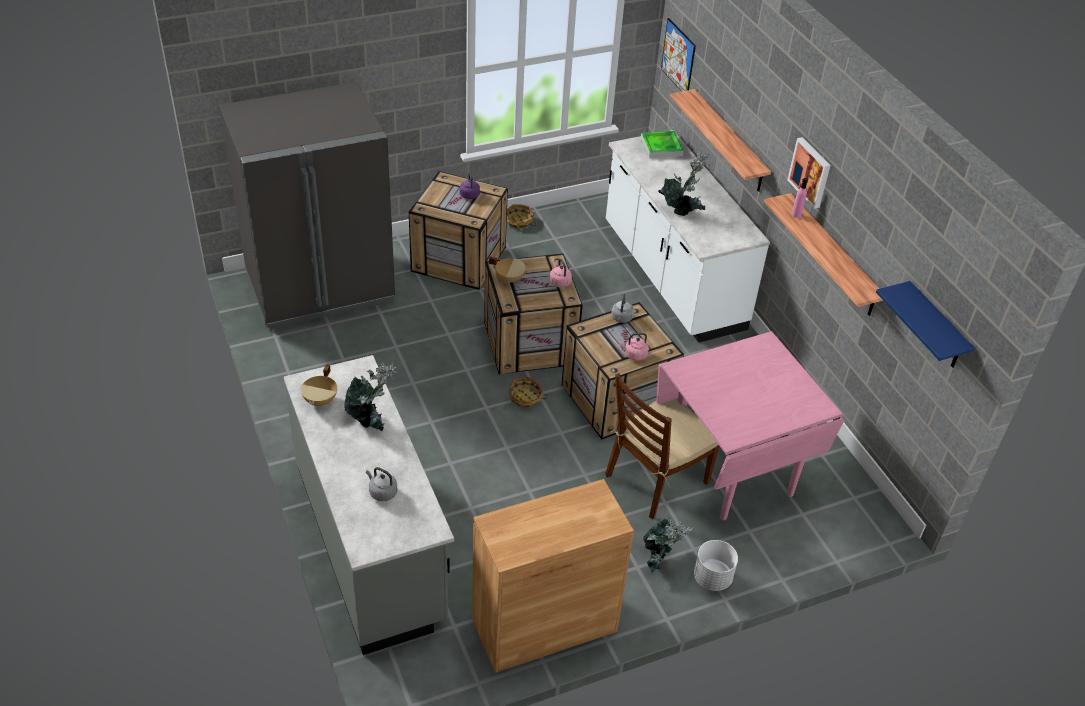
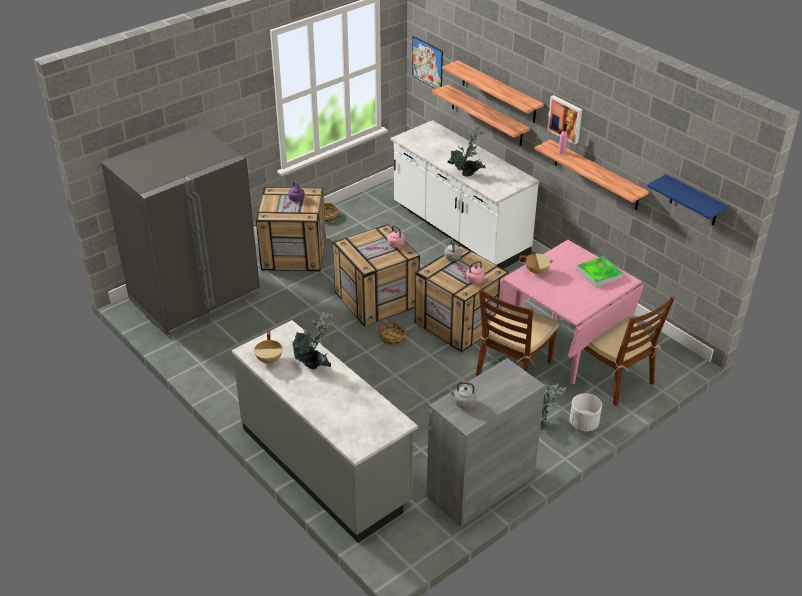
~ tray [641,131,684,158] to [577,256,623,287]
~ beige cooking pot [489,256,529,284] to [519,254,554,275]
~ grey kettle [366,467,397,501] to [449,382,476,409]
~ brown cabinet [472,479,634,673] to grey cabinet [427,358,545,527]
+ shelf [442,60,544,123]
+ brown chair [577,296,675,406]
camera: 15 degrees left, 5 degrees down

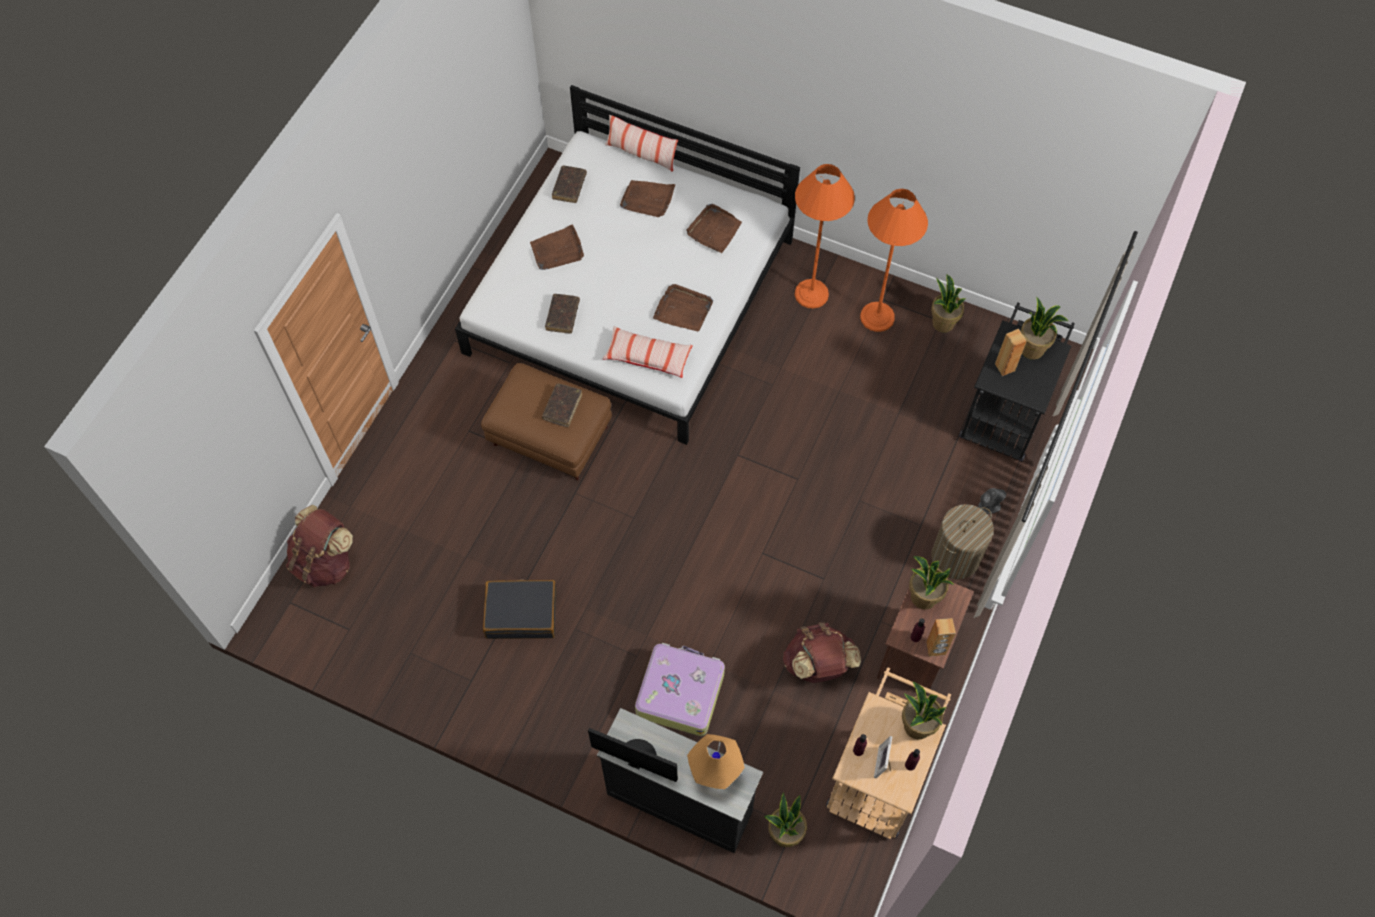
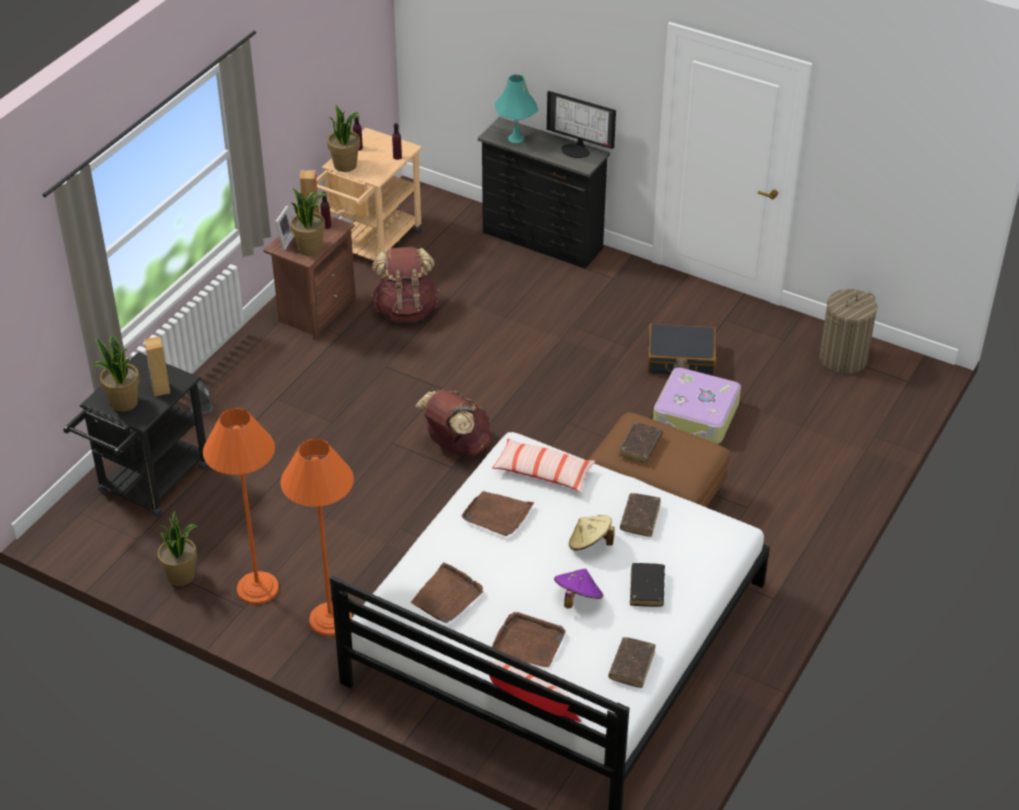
~ brown tray [530,224,584,270] to black book [630,563,665,607]
~ laundry basket [931,504,994,579] to [819,289,877,374]
~ brown backpack [286,505,353,588] to [415,390,491,456]
~ suitcase [635,643,725,736] to [653,367,741,444]
~ orange table lamp [687,734,745,789] to turquoise table lamp [495,74,538,143]
~ picture frame [874,736,893,778] to [275,206,294,250]
- potted plant [764,792,807,847]
+ beige hat [569,515,615,550]
+ purple hat [554,569,603,608]
camera: 175 degrees left, 20 degrees down

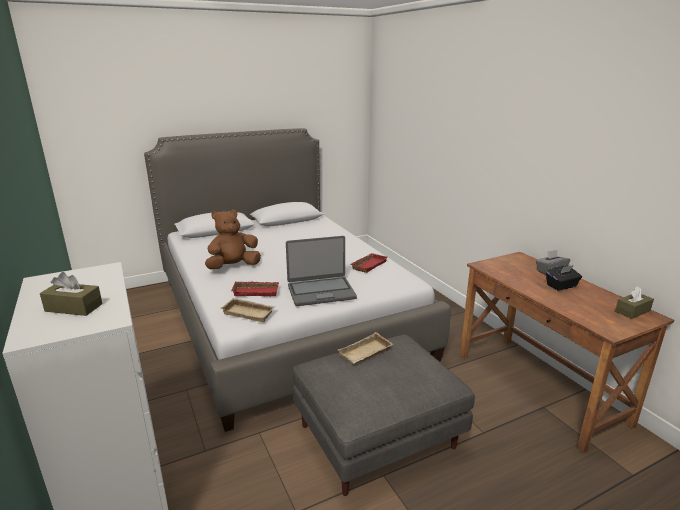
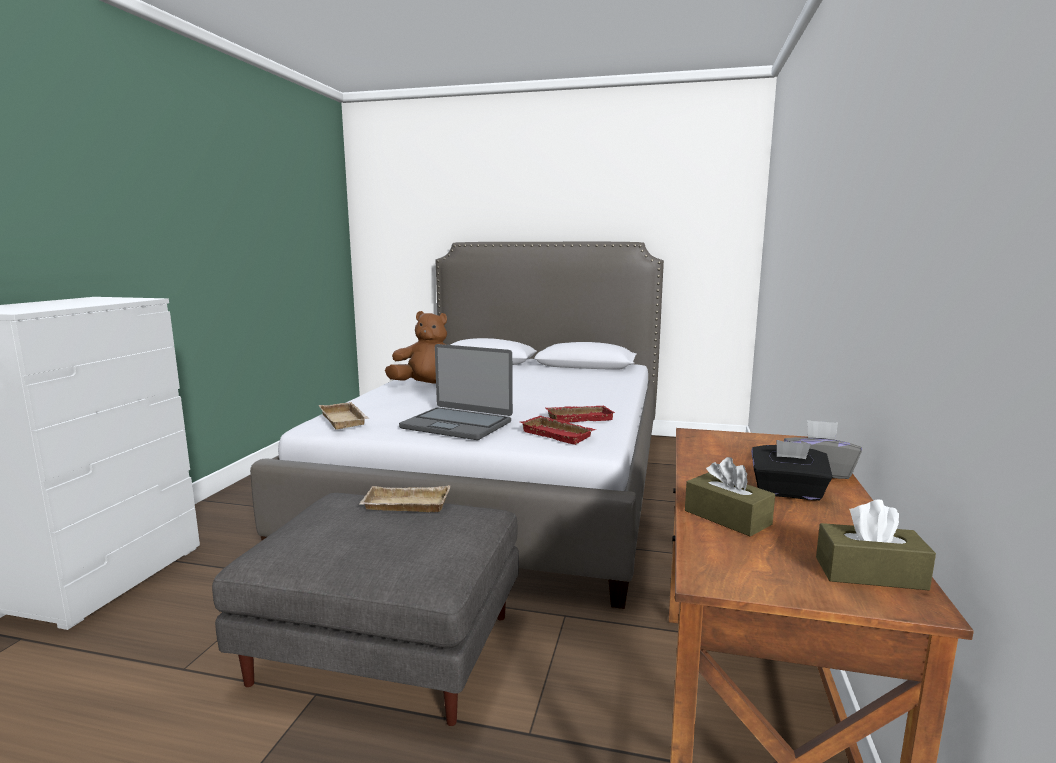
~ brown tissue box [40,272,103,316] to [685,457,775,537]
~ red tray [231,282,279,296] to [521,416,596,445]
camera: 40 degrees right, 10 degrees down

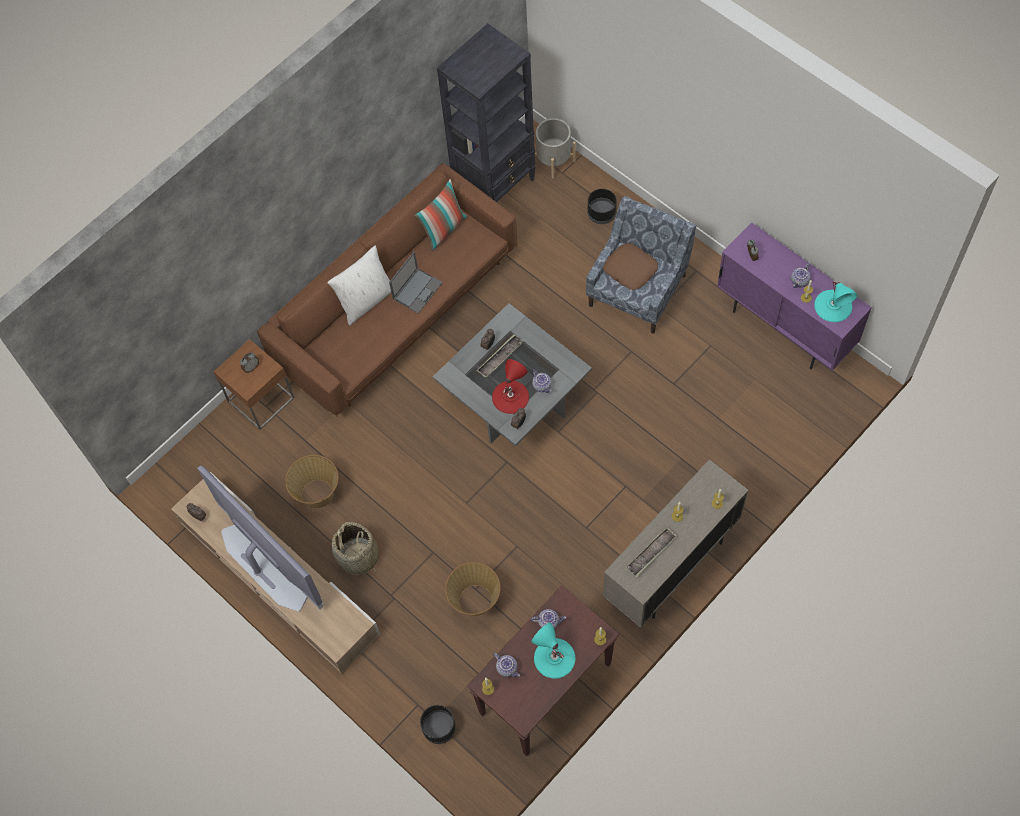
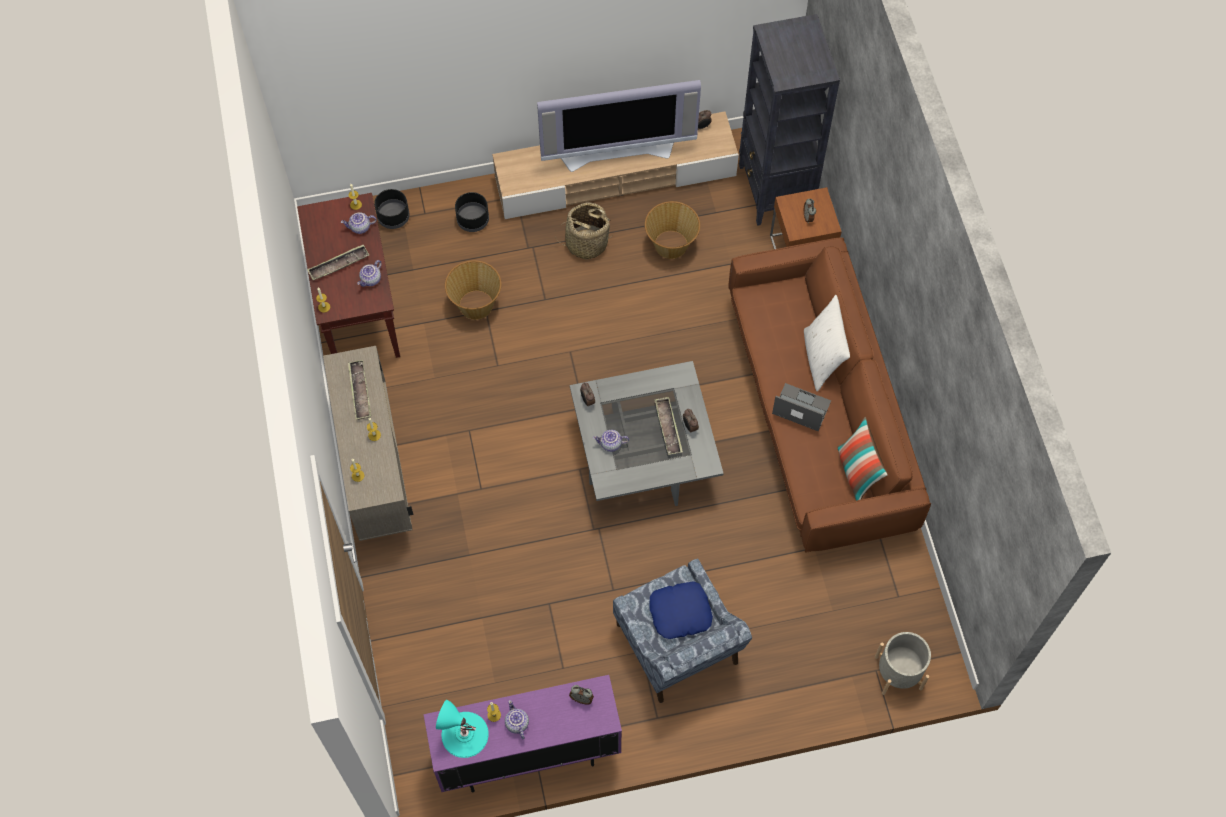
~ black bookcase [437,23,536,202] to [739,14,840,226]
~ black planter [588,189,617,224] to [455,192,489,232]
~ brown pillow [603,243,658,290] to blue pillow [650,581,713,639]
~ laptop [389,252,443,314] = [772,383,831,431] 135 degrees clockwise
- red table lamp [492,359,529,414]
~ turquoise table lamp [532,623,575,678] to tray [307,244,369,280]
camera: 120 degrees right, 0 degrees up

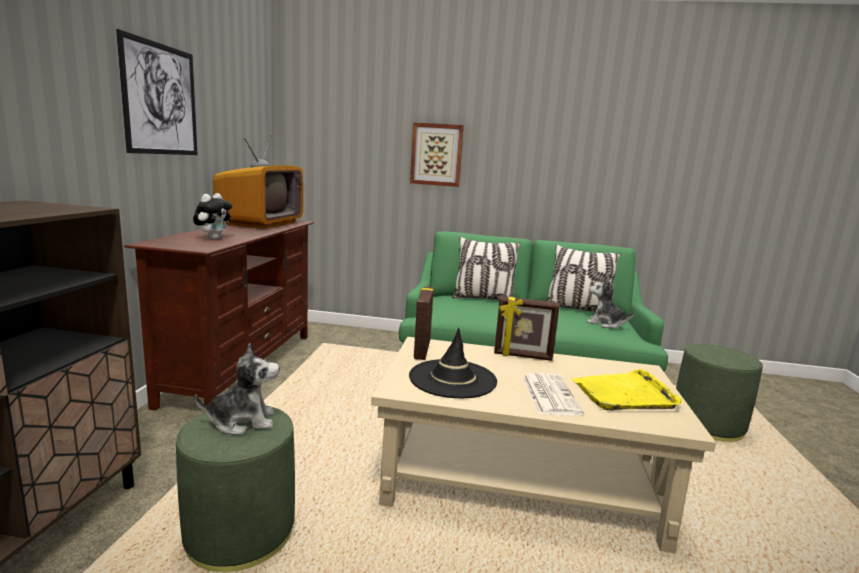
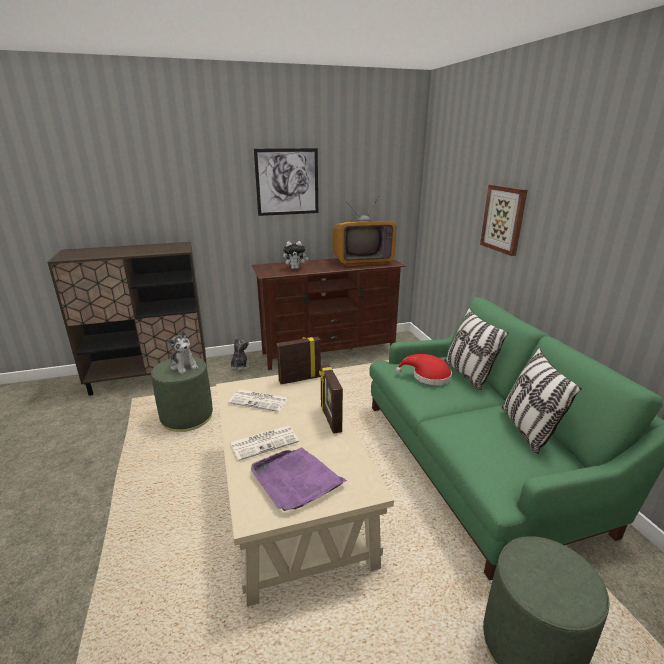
~ plush toy [587,278,635,329] to [230,337,250,371]
~ black hat [409,328,497,398] to newspaper [228,389,289,412]
~ yellow tray [572,369,683,410] to purple tray [251,447,347,511]
+ red hat [396,354,452,385]
camera: 65 degrees right, 10 degrees up

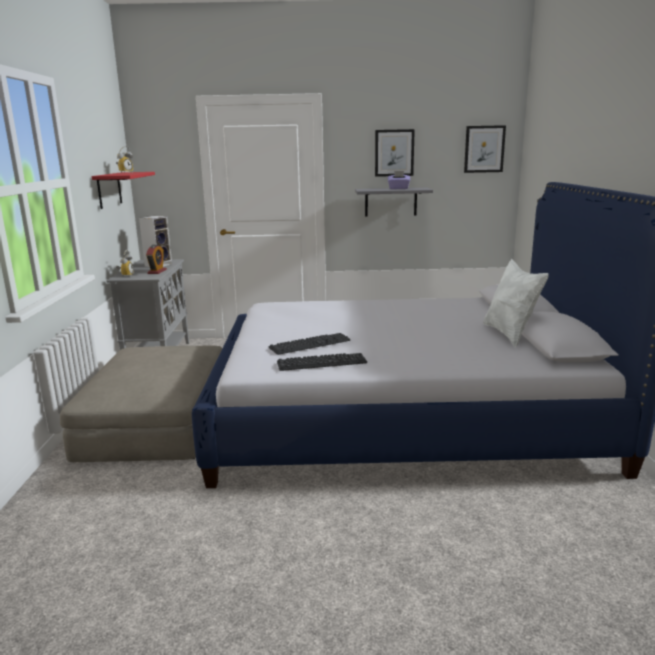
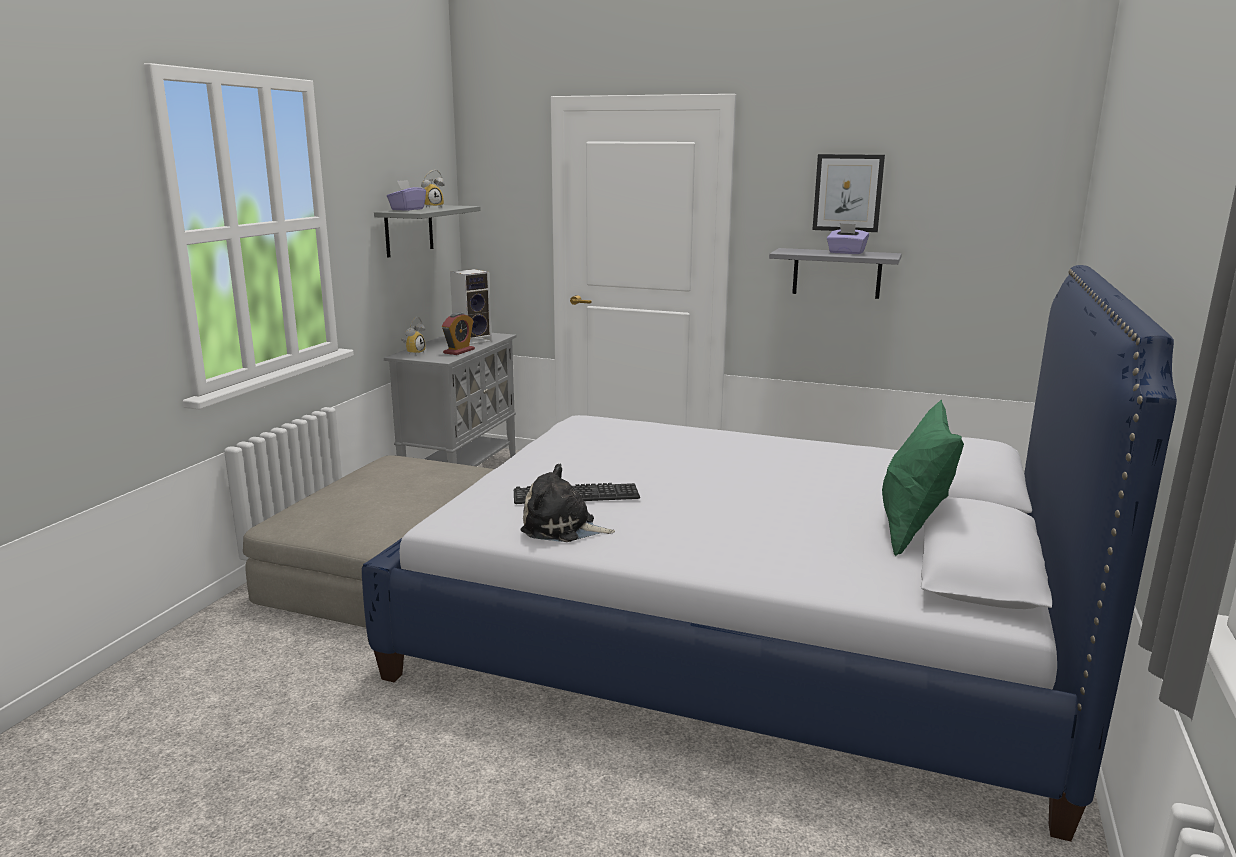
- picture [464,125,506,173]
~ red shelf [92,172,155,209] to grey shelf [374,205,481,257]
~ white pillow [483,259,549,347] to green pillow [882,399,964,556]
~ keyboard [277,353,367,371] to plush toy [521,464,615,542]
+ purple tissue box [387,180,426,211]
camera: 20 degrees right, 0 degrees up

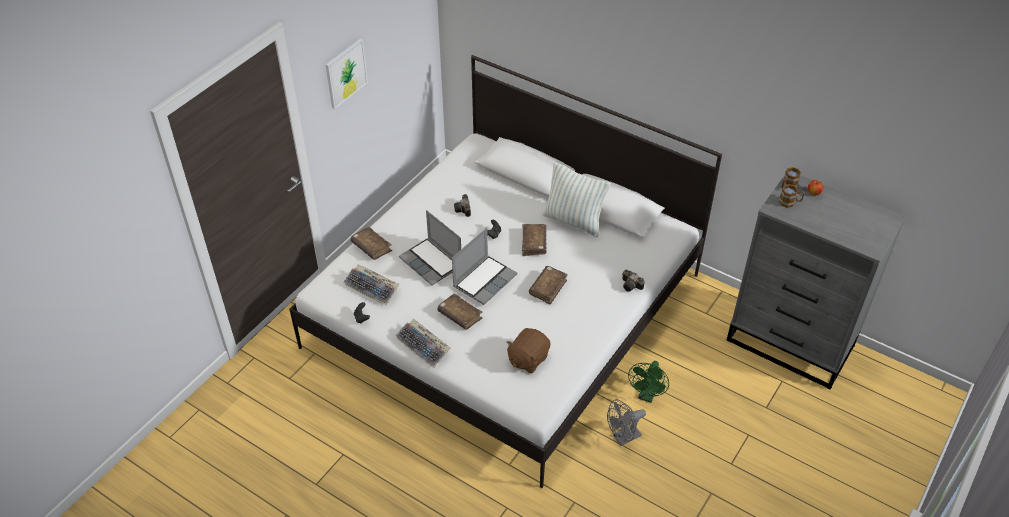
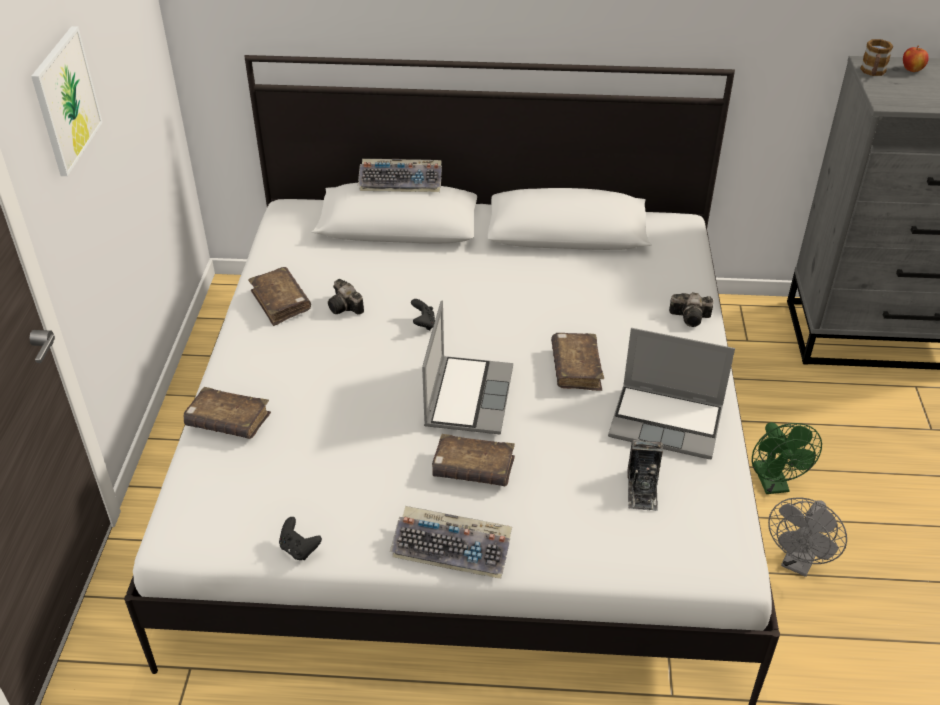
- pillow [542,162,610,237]
- mug [779,184,805,208]
~ laptop [399,210,461,285] to [608,328,735,459]
~ brown book [522,224,547,256] to [248,267,311,326]
~ keyboard [344,264,399,305] to [358,159,442,192]
~ brown plush toy [506,328,550,373] to photo camera [627,440,663,511]
camera: 30 degrees left, 5 degrees down

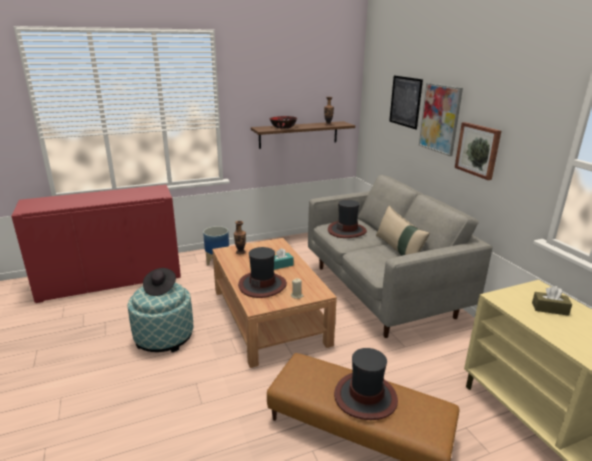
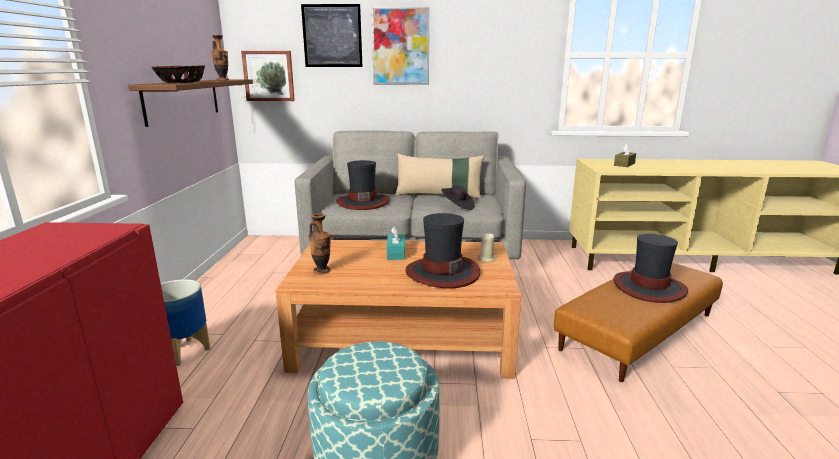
~ picture [455,122,501,180] to [241,51,295,101]
~ black hat [143,268,176,296] to [442,185,475,210]
camera: 65 degrees left, 5 degrees down

